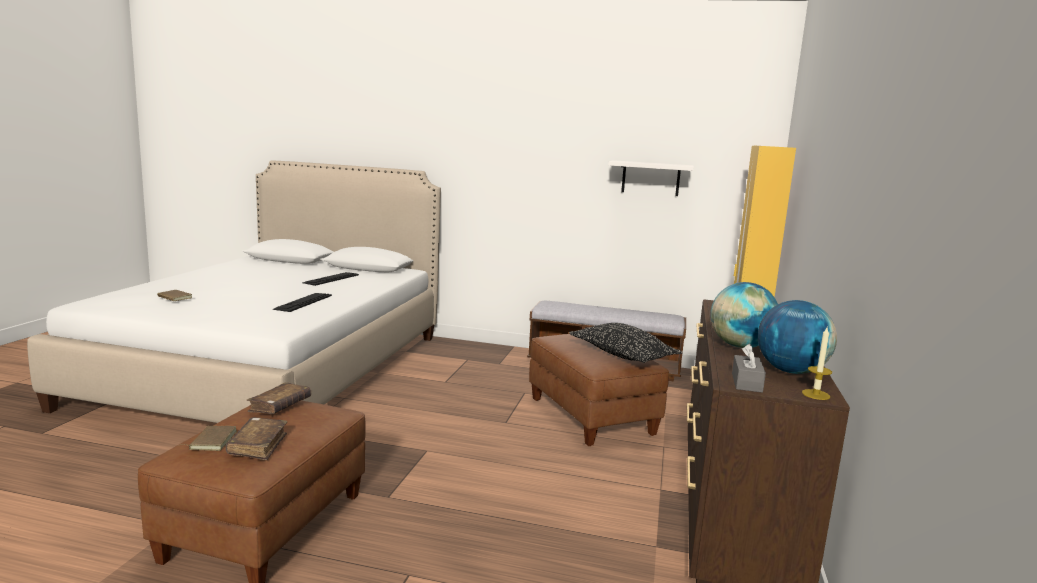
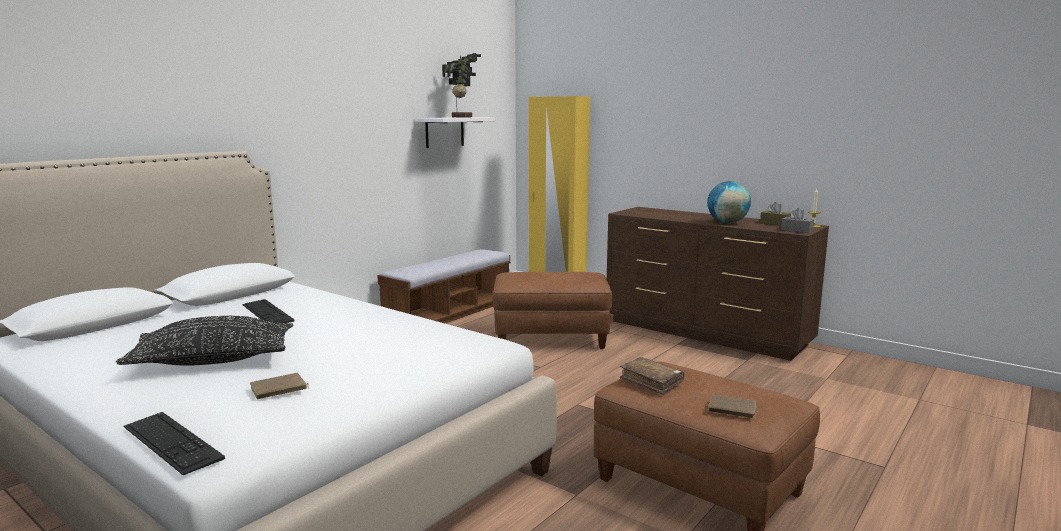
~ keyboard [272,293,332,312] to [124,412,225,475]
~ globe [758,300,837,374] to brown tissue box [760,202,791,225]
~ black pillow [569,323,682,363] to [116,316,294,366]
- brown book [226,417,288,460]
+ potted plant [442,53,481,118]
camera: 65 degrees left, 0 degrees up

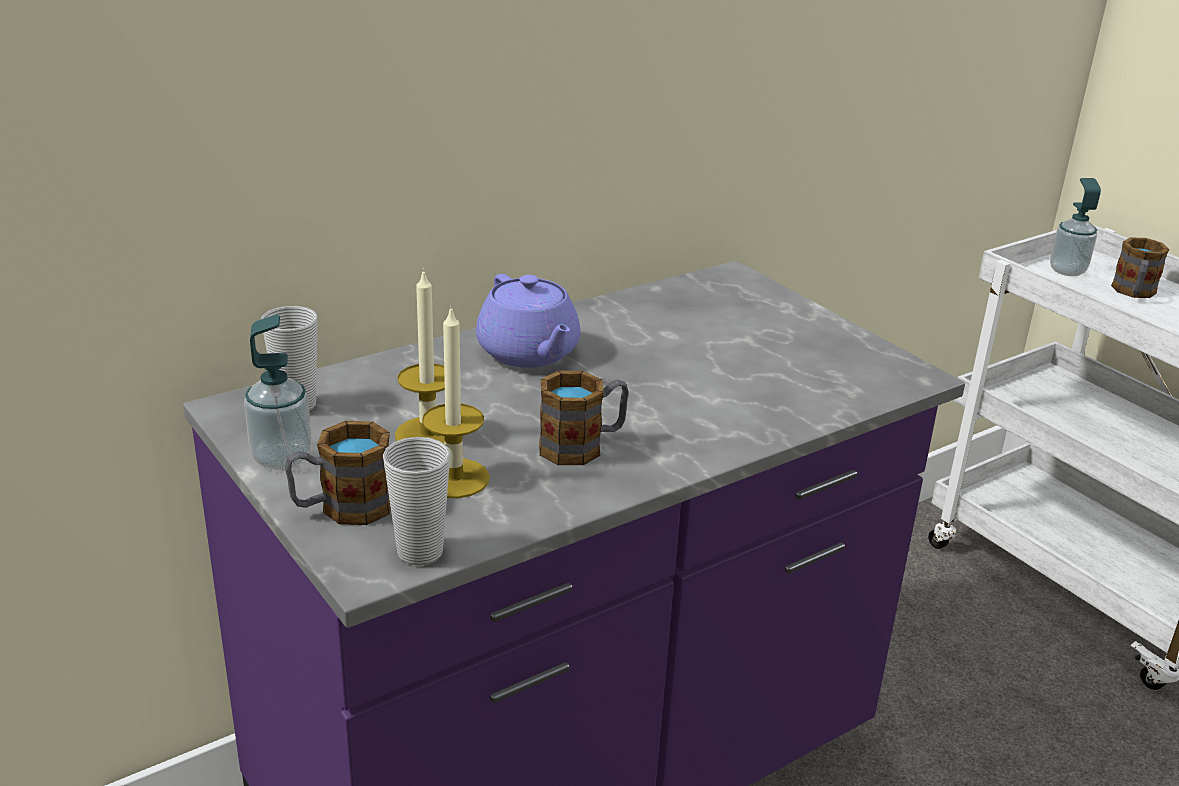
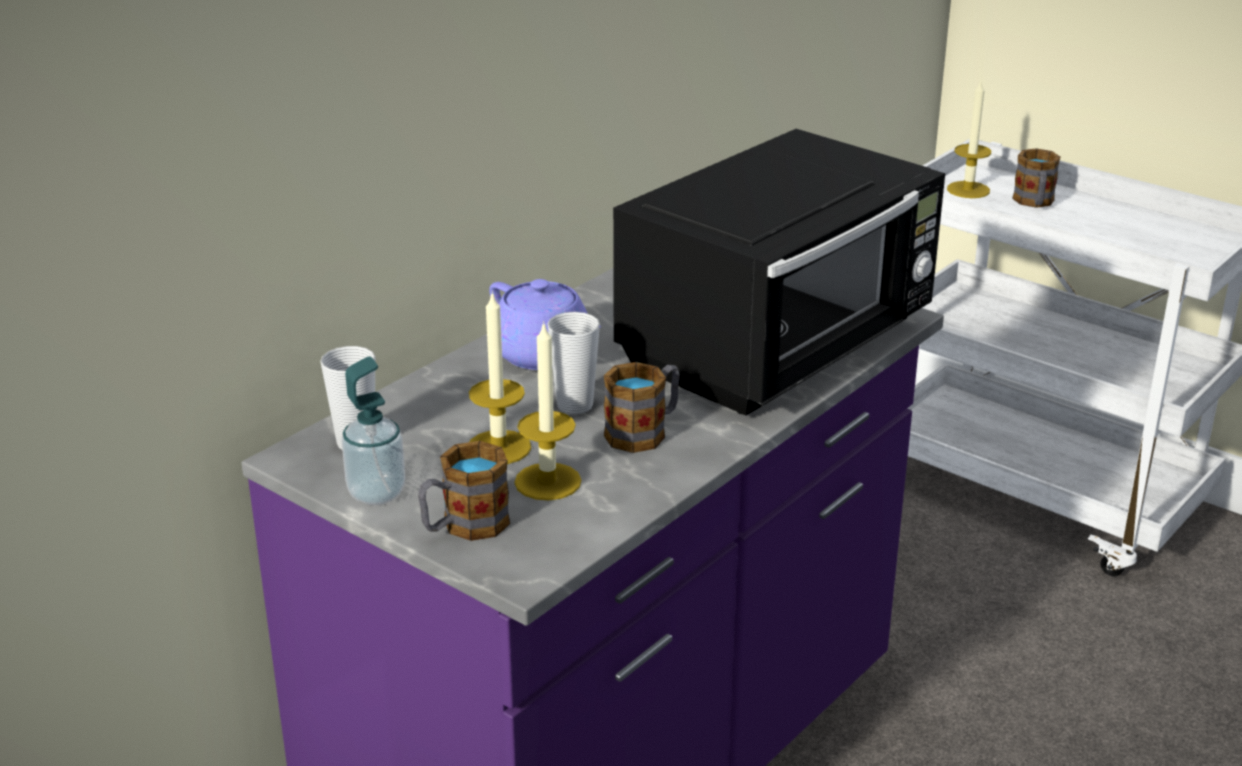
~ soap dispenser [1050,178,1101,276] to candle [947,81,991,198]
~ cup [383,437,450,566] to [548,312,600,414]
+ black microwave [613,129,945,415]
camera: 15 degrees left, 0 degrees up

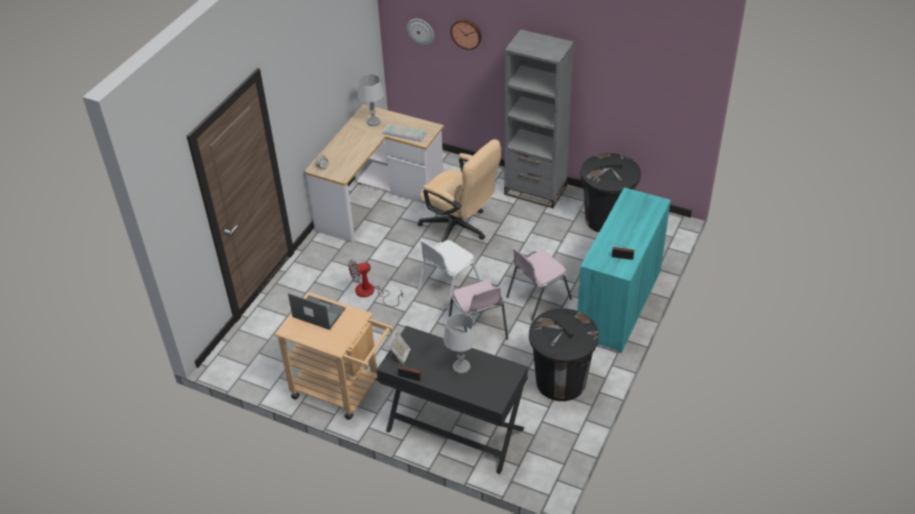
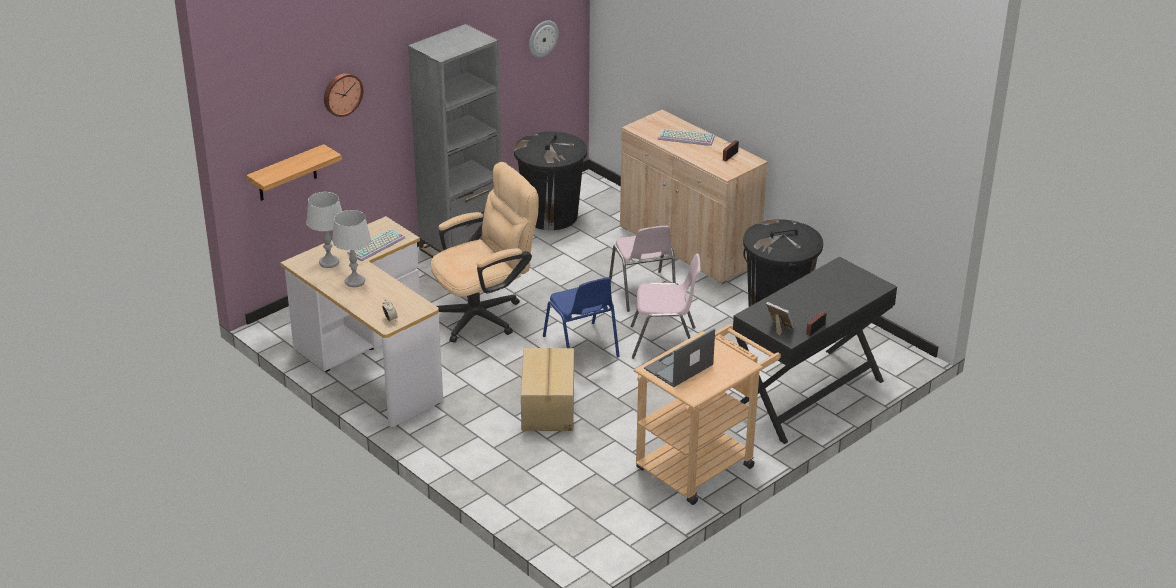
~ wall clock [407,19,434,45] to [529,20,559,57]
~ turquoise cabinet [577,187,671,353] to beige cabinet [620,110,768,284]
~ white chair [418,240,481,310] to blue chair [543,277,620,358]
~ fan [348,259,403,307] to cardboard box [521,348,574,431]
~ grey table lamp [443,313,477,374] to [332,210,371,287]
+ keyboard [658,128,715,146]
+ shelf [246,144,342,201]
camera: 70 degrees left, 10 degrees down

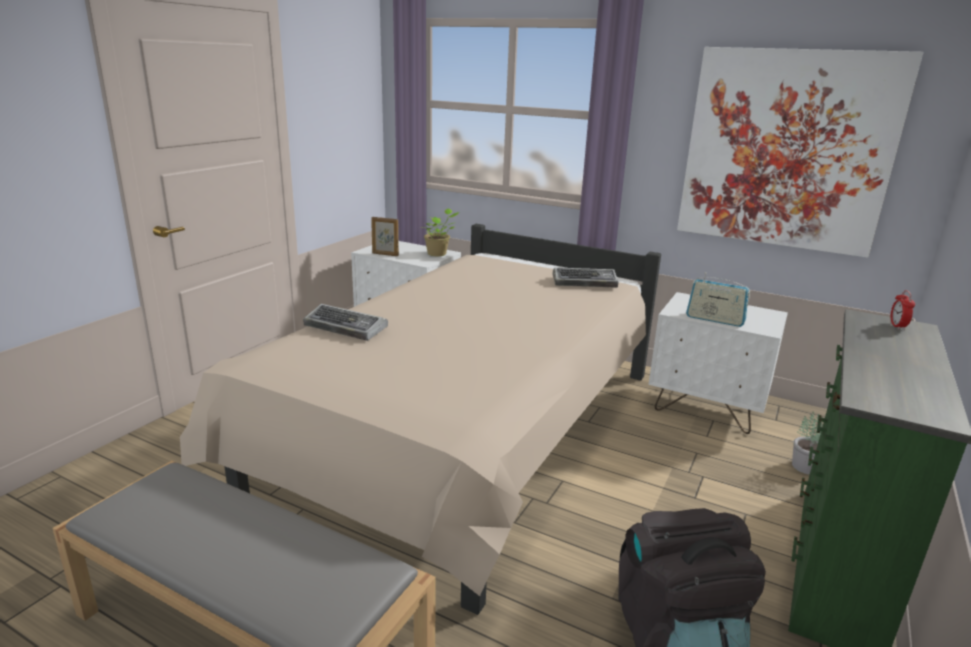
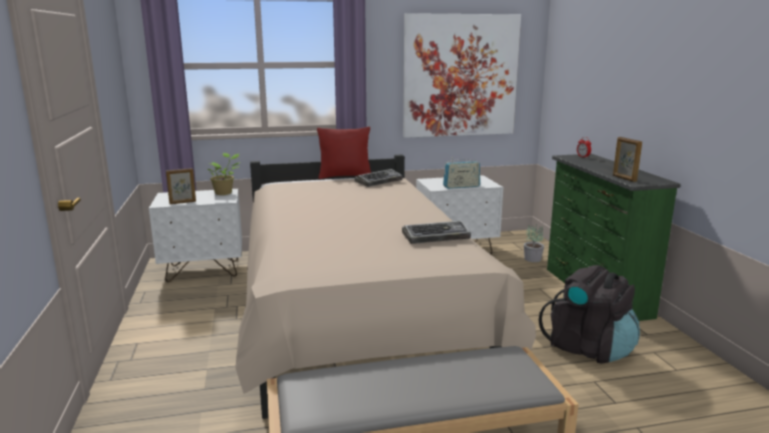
~ keyboard [303,304,388,341] to [402,221,471,244]
+ red pillow [317,127,371,179]
+ picture frame [613,137,642,182]
camera: 40 degrees left, 5 degrees down

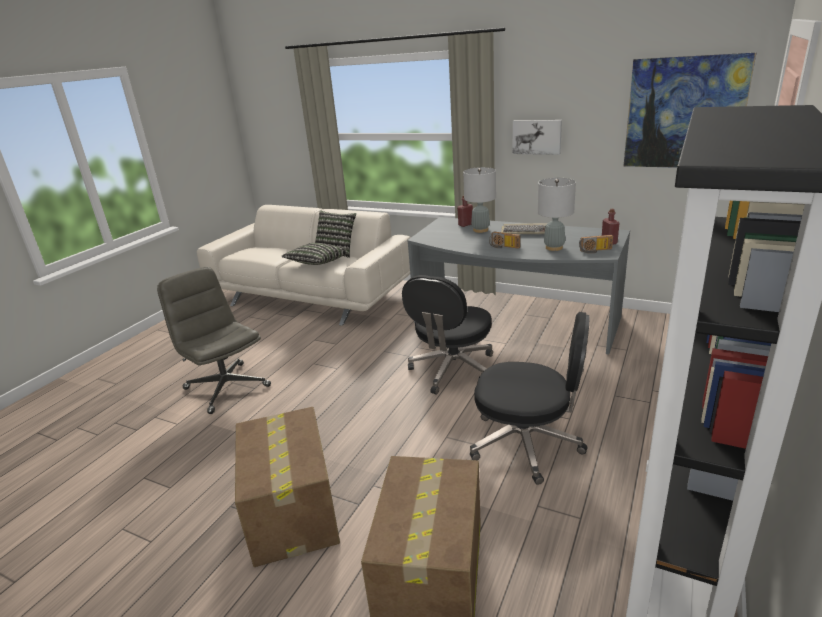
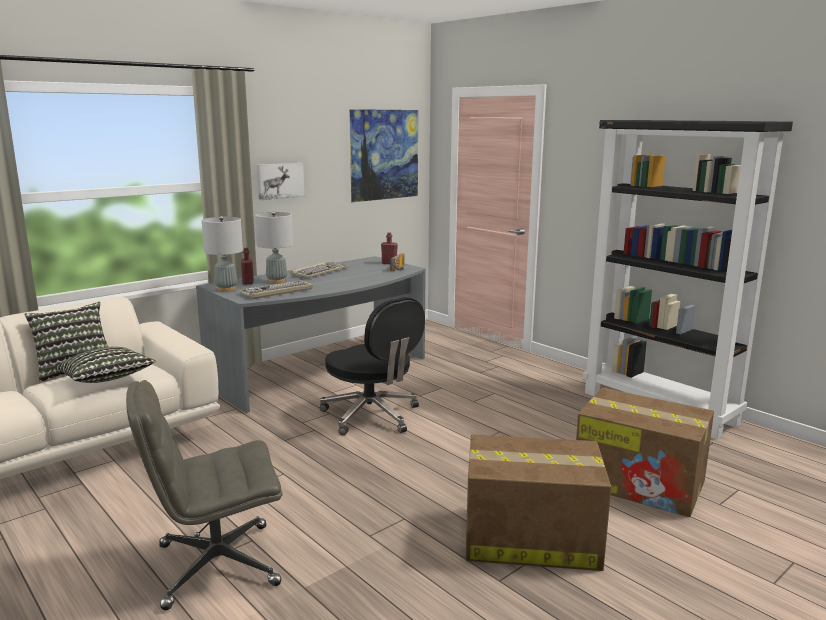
~ grey table lamp [537,178,576,251] to [202,216,243,292]
- radio [489,231,521,249]
- black office chair [470,312,590,485]
+ keyboard [239,281,313,299]
camera: 70 degrees left, 10 degrees down

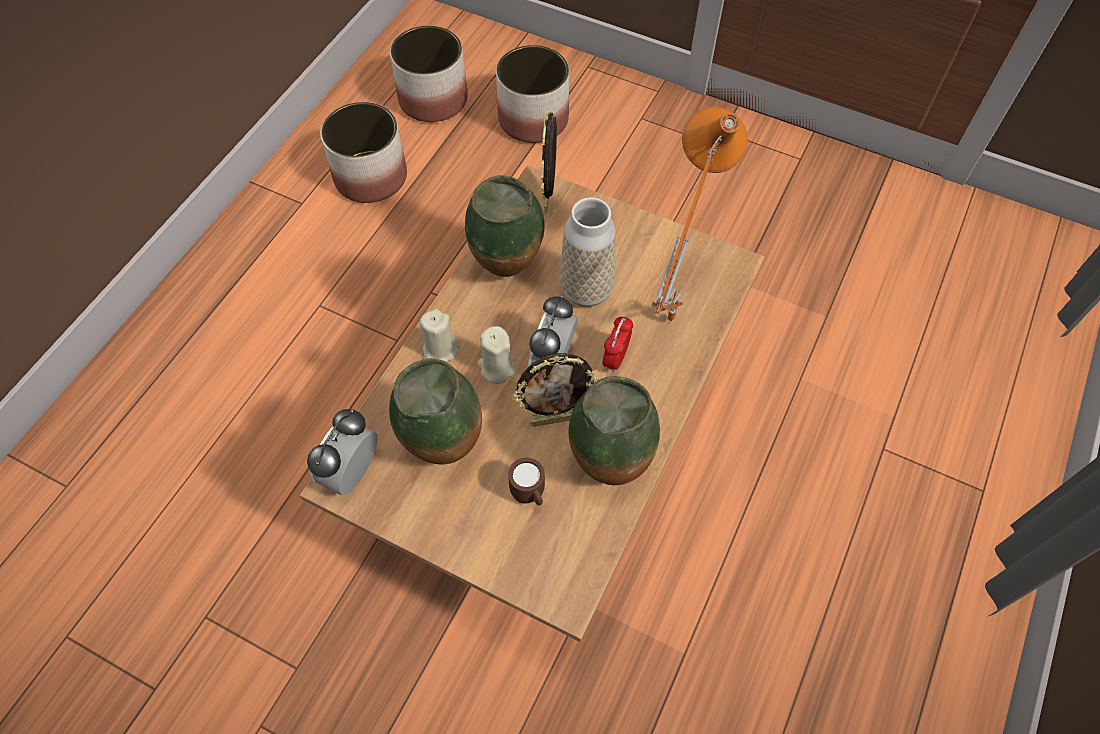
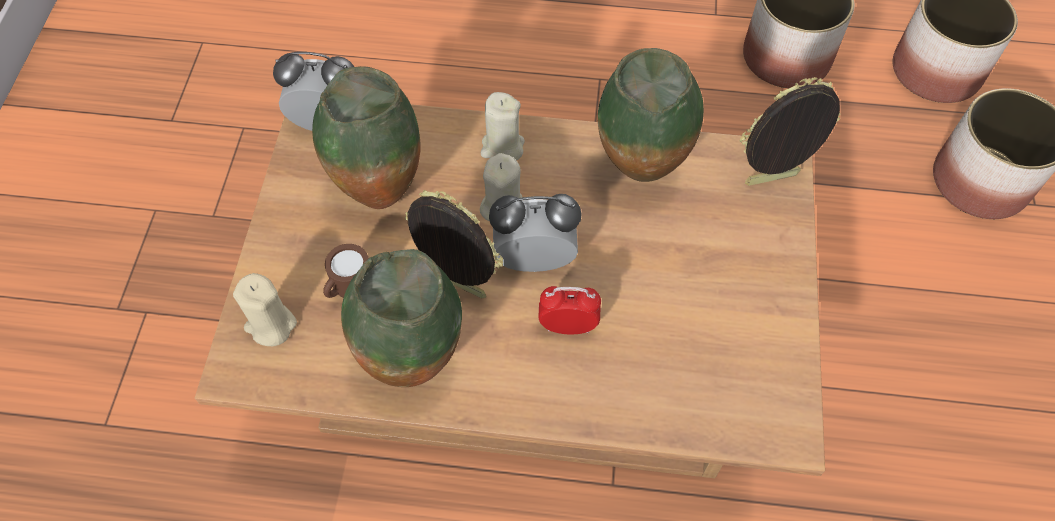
- orange table lamp [652,107,748,325]
- vase [560,197,616,307]
~ picture frame [511,353,600,427] = [405,190,503,299] 150 degrees clockwise
+ beige candle [233,273,297,346]
camera: 70 degrees right, 0 degrees up

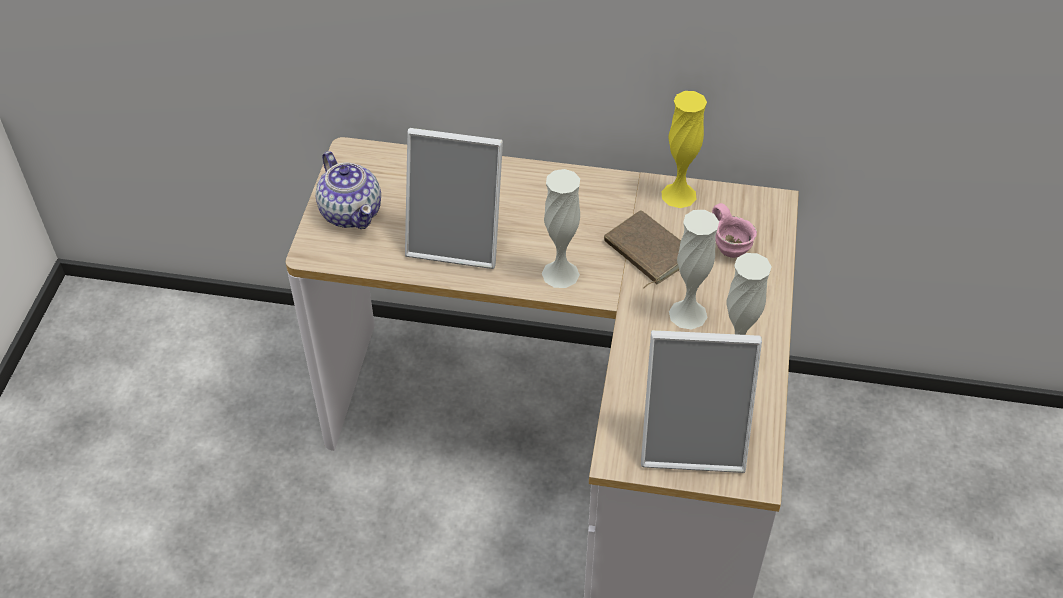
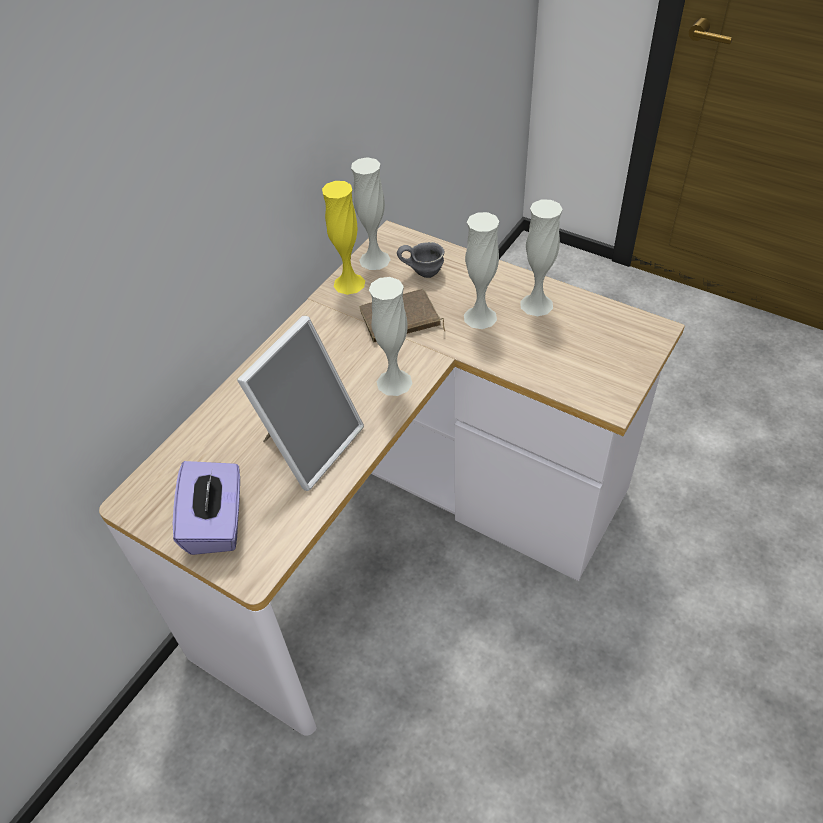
~ teapot [315,151,381,229] to purple tissue box [173,461,240,555]
~ pink mug [712,203,757,258] to grey mug [397,242,444,278]
- picture frame [641,330,762,473]
+ white vase [351,157,391,270]
camera: 65 degrees left, 0 degrees up

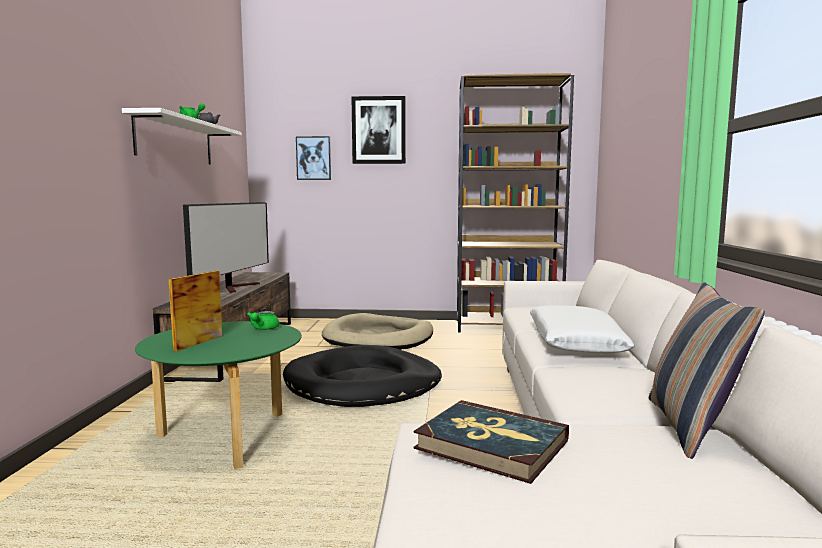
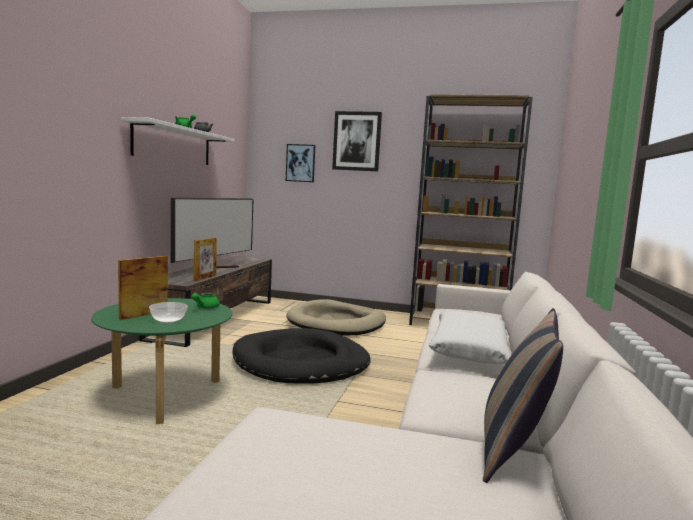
- book [414,400,569,484]
+ picture frame [194,238,217,281]
+ bowl [149,302,188,323]
camera: 10 degrees right, 0 degrees up

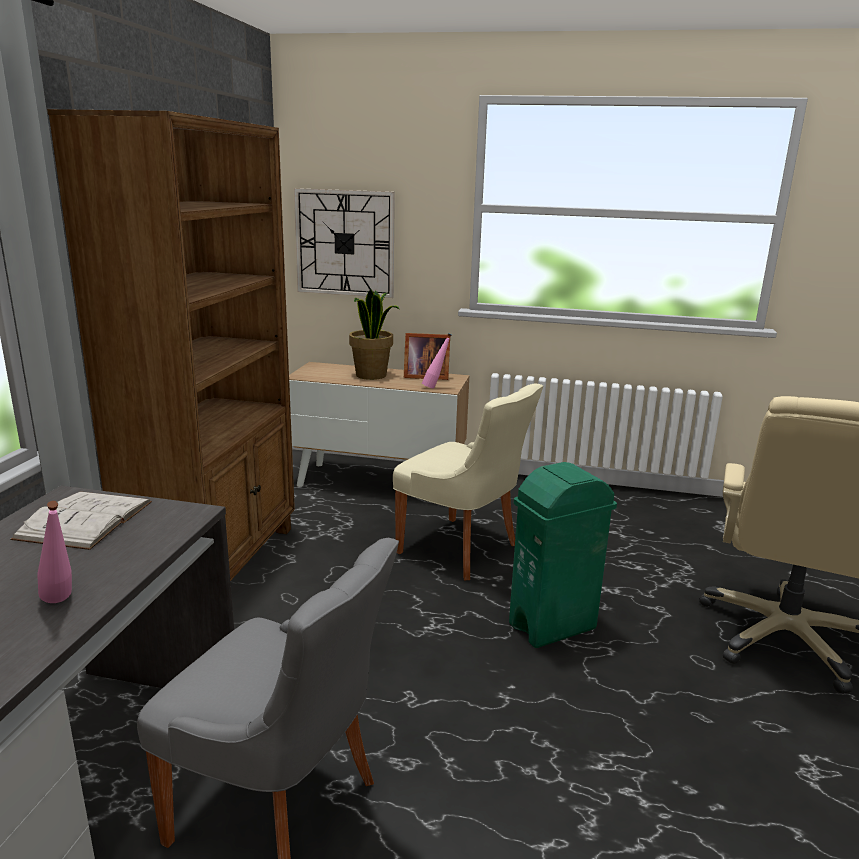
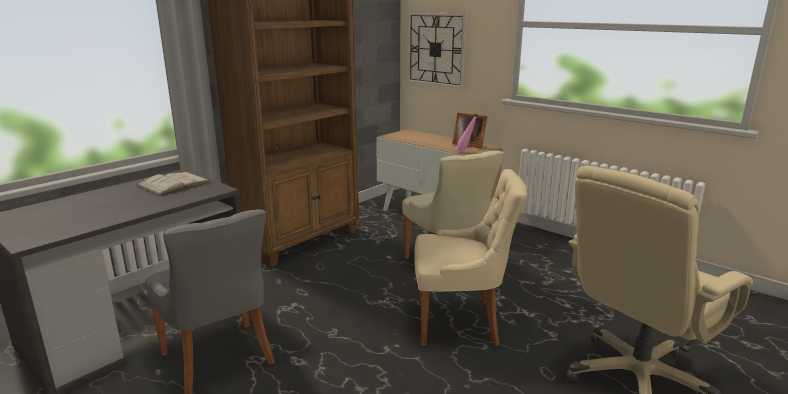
- potted plant [349,289,399,380]
~ green trash can [509,462,617,648] to beige chair [414,169,527,346]
- pink bottle [37,501,72,603]
camera: 30 degrees right, 0 degrees up

